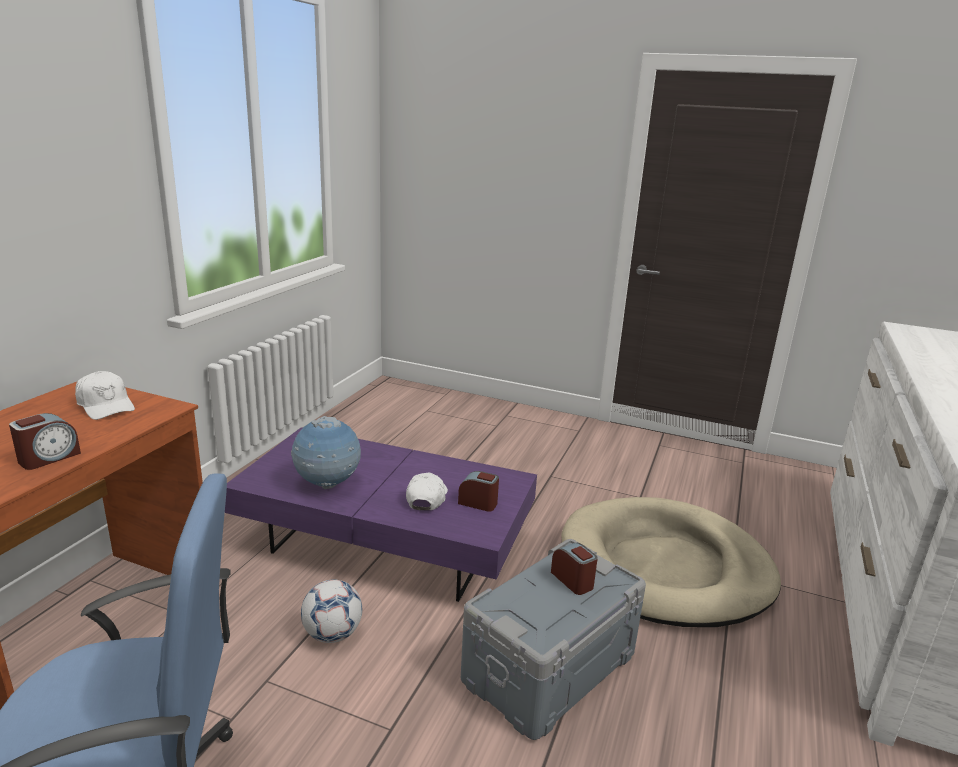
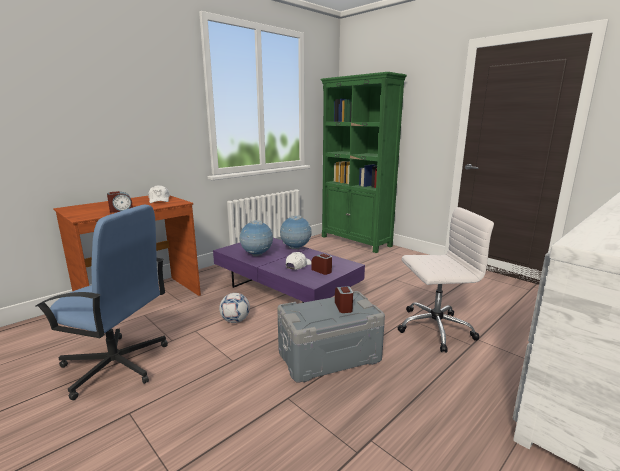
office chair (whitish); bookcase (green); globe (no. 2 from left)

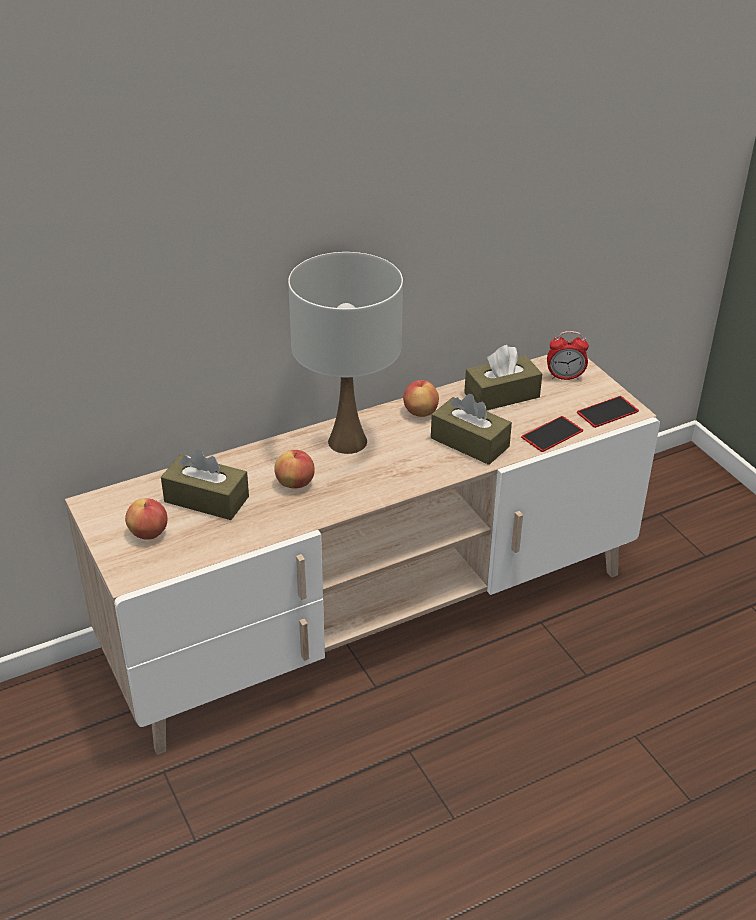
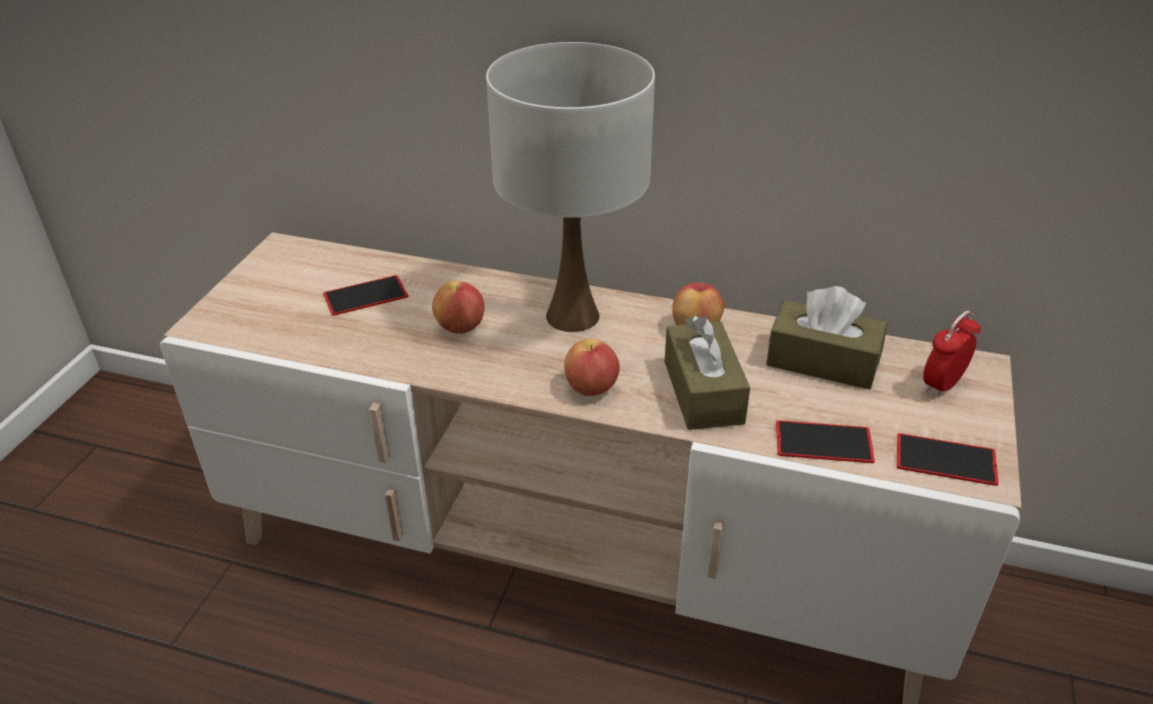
alarm clock; handset (no. 1 from left); apple (no. 2 from left)

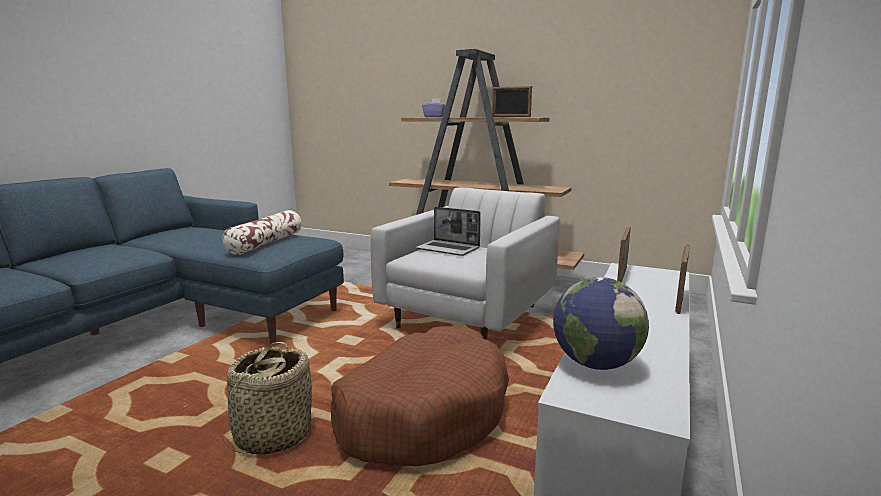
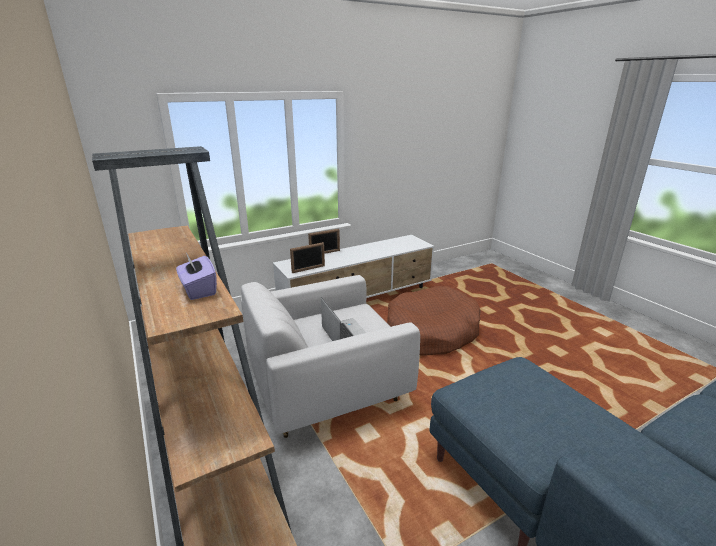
picture frame (no. 1 from left in the first image); pillow; globe; basket

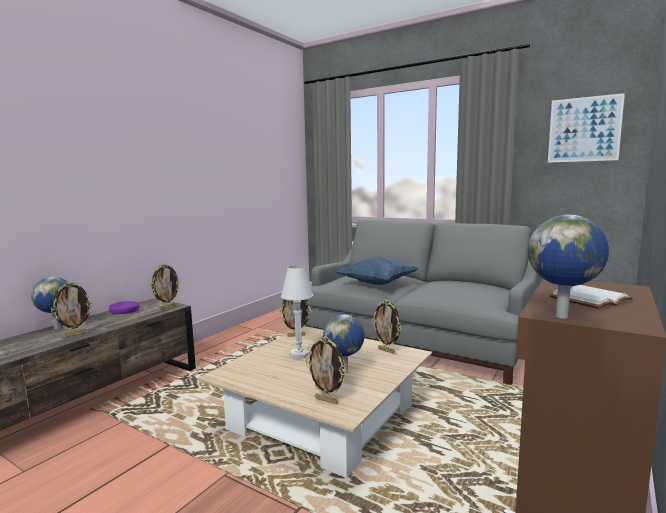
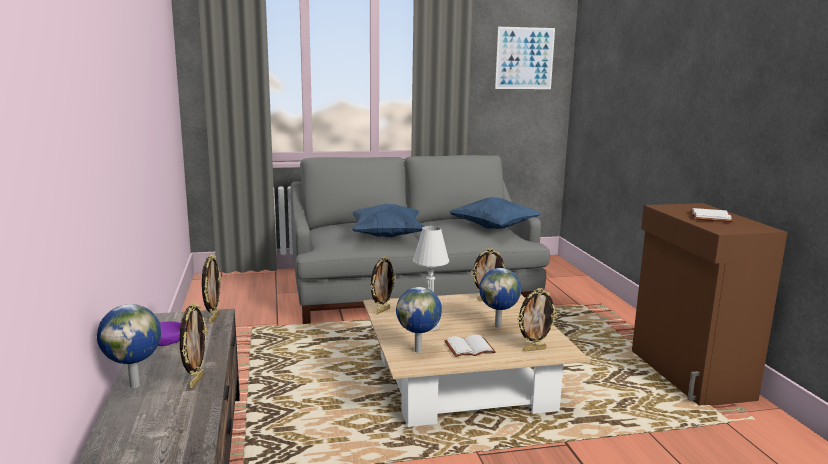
globe (no. 2 from left); pillow (blue) (no. 2 from left); bound book (whitish) (no. 1 from left)

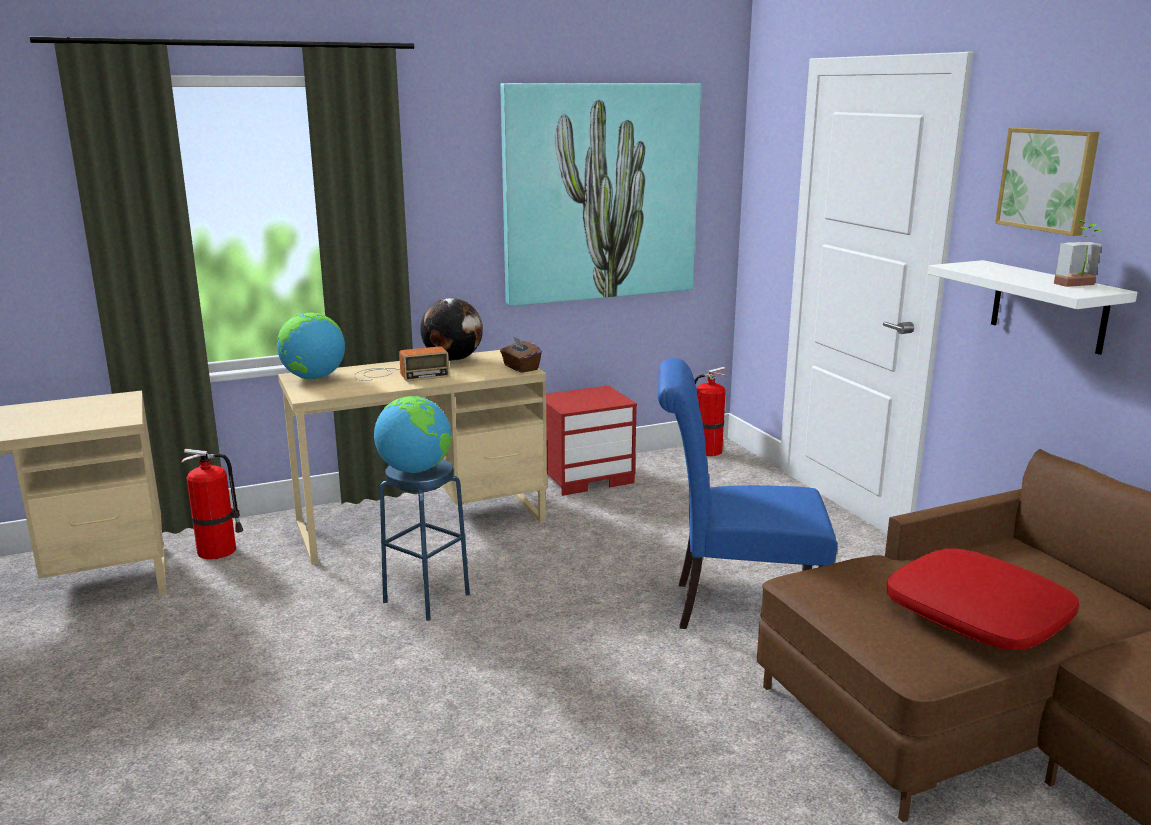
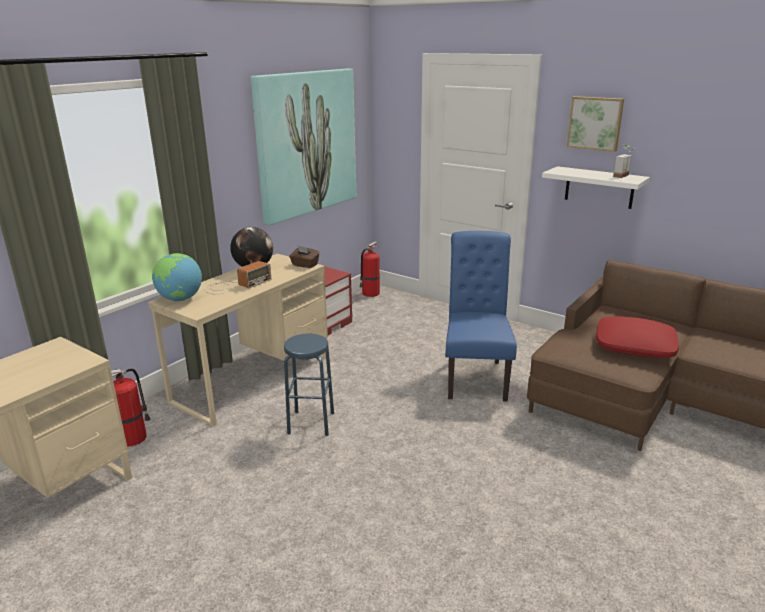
upright chair (blue); globe (no. 2 from left in the first image)

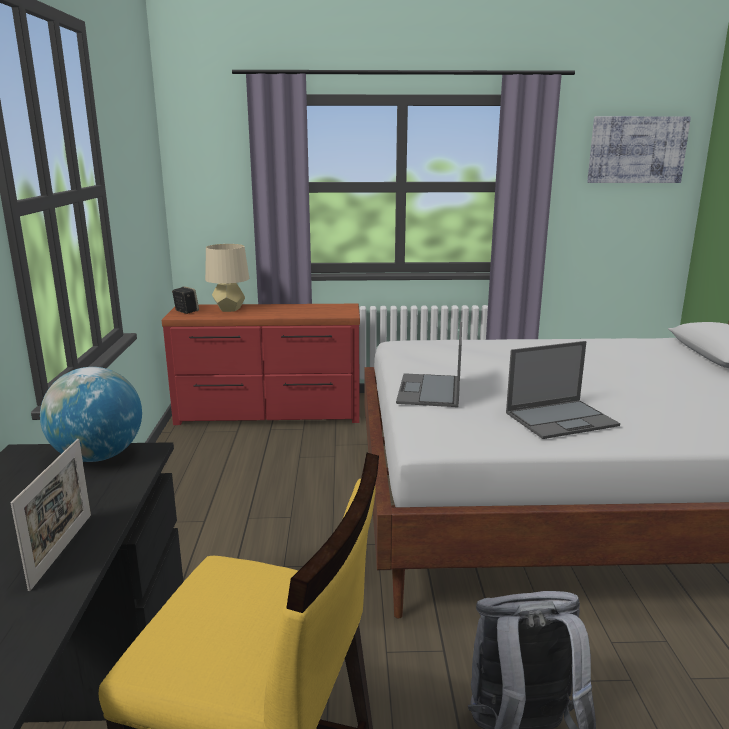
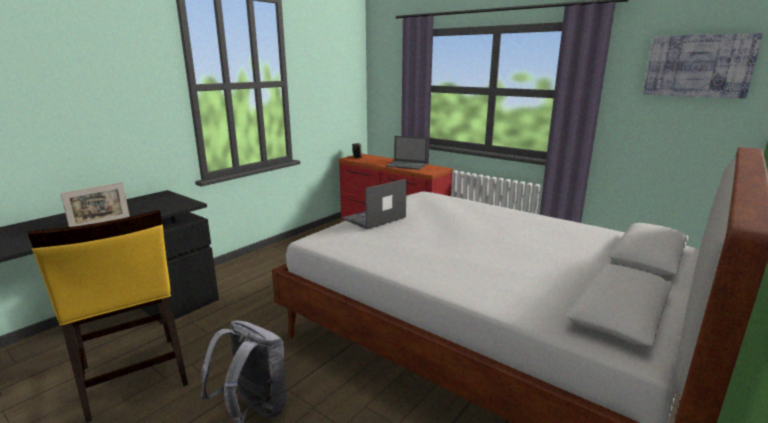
lamp for a table (beige); notebook computer (no. 2 from left); globe

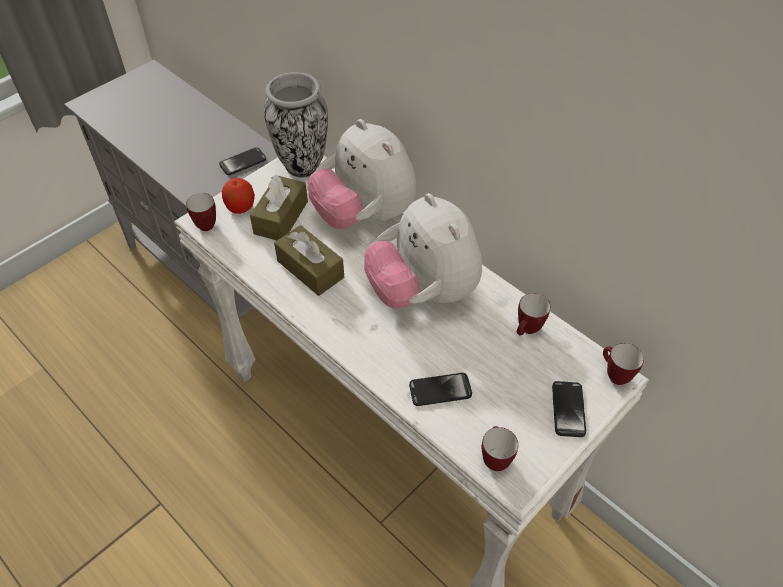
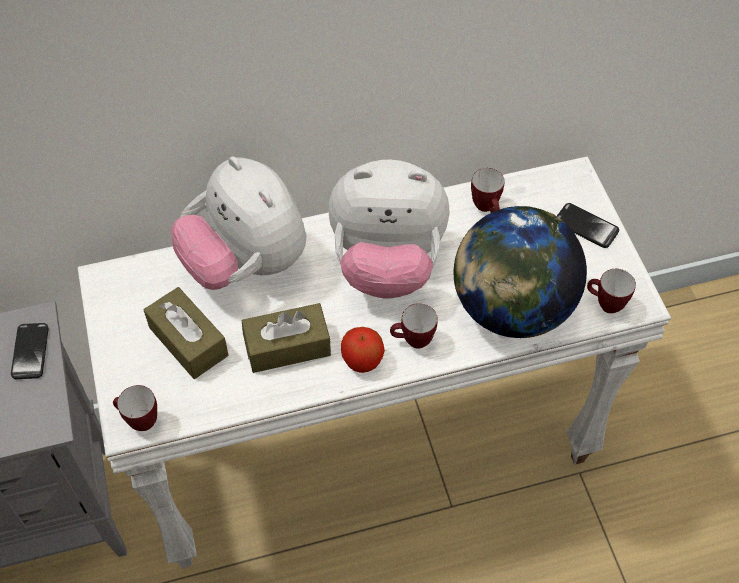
flower vase; cuddly toy (no. 1 from left); apple; coffee mug (no. 2 from left); globe

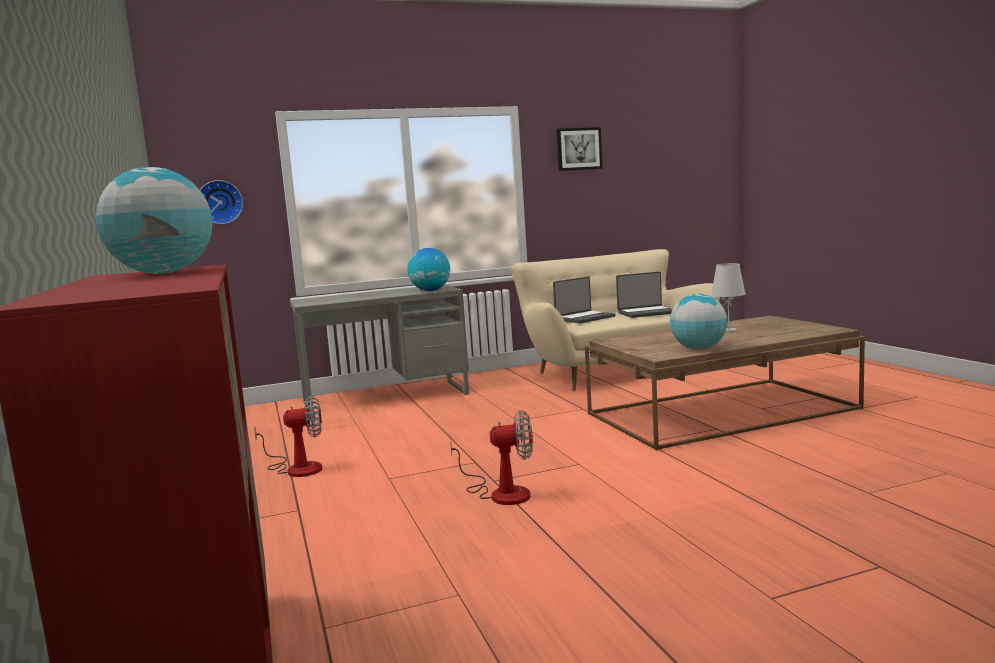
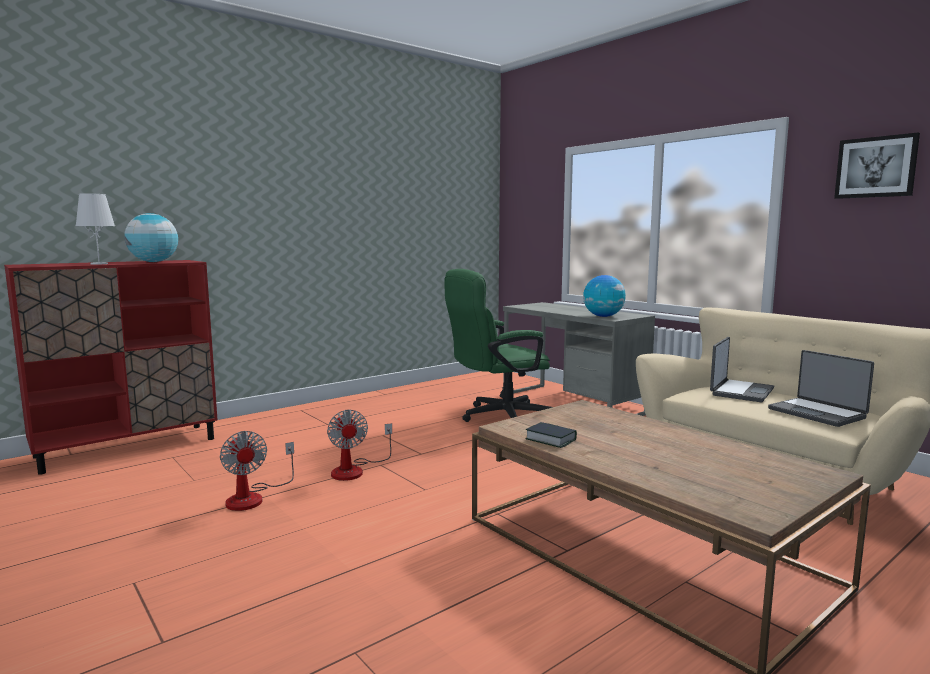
hanging clock; lamp for a table (whitish); notebook computer (no. 1 from left); bound book; cooling fan (no. 1 from left); office chair (green)

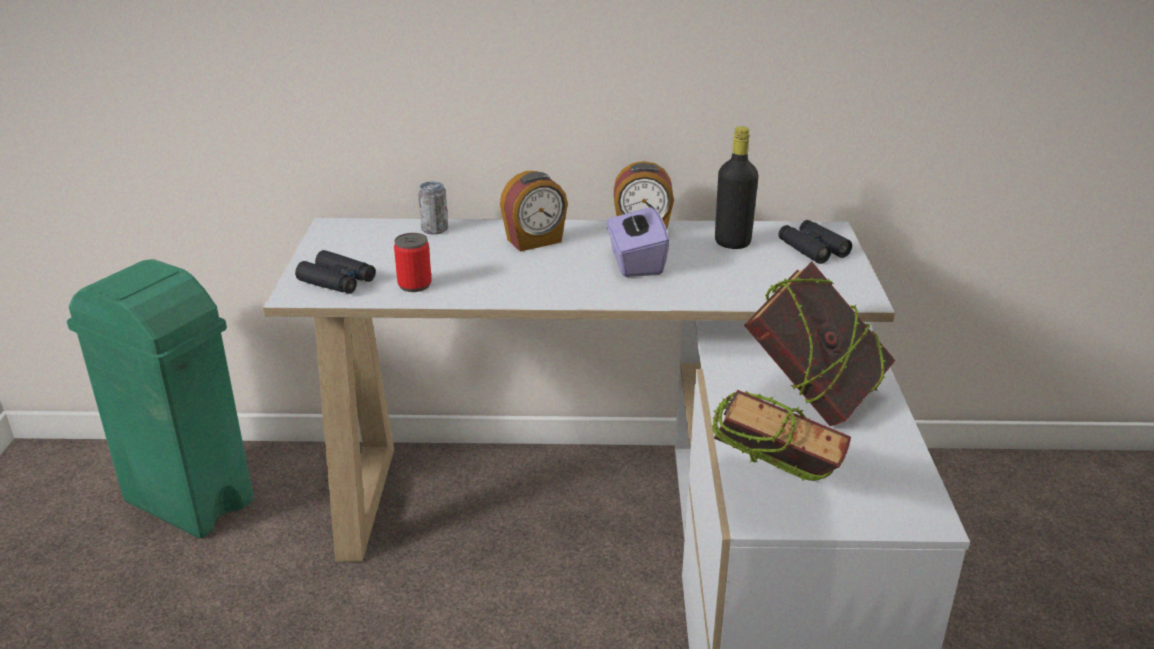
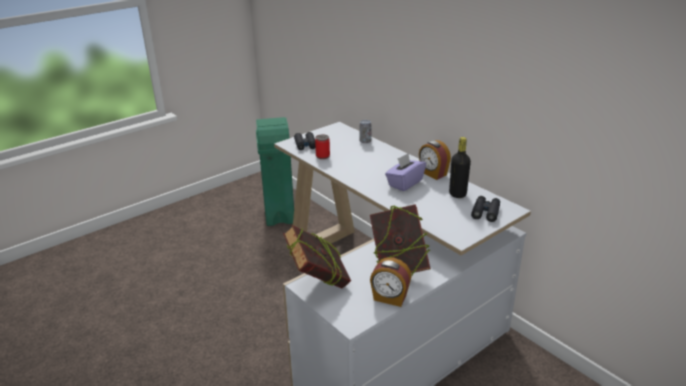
alarm clock (no. 1 from left)

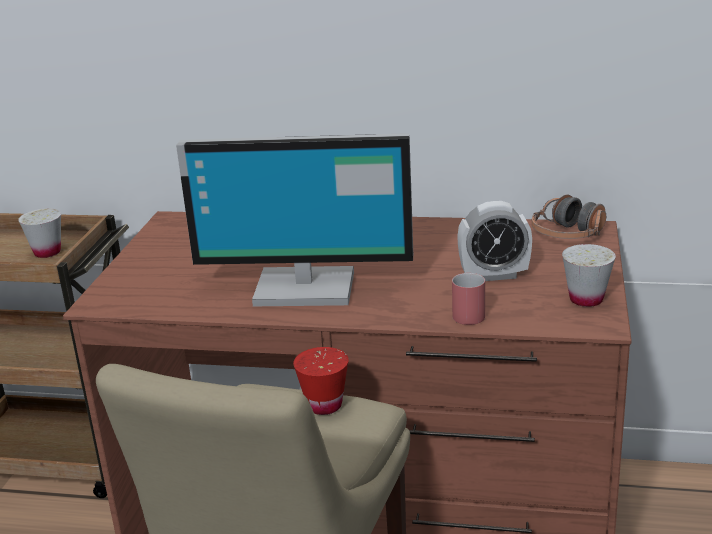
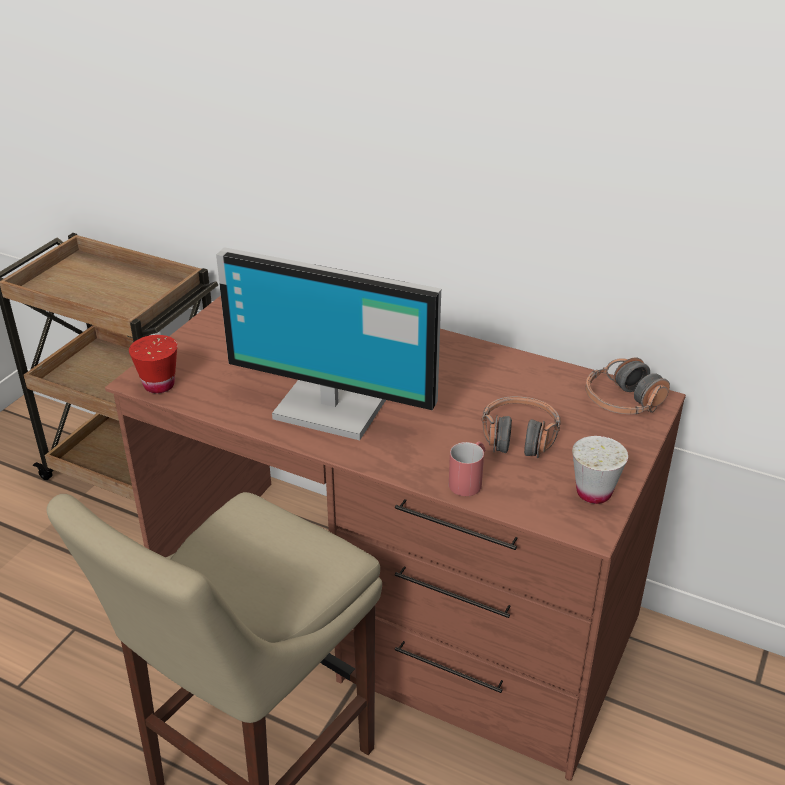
headset (no. 1 from left); small cup (whitish) (no. 1 from left in the first image); small cup (red-coloured)

